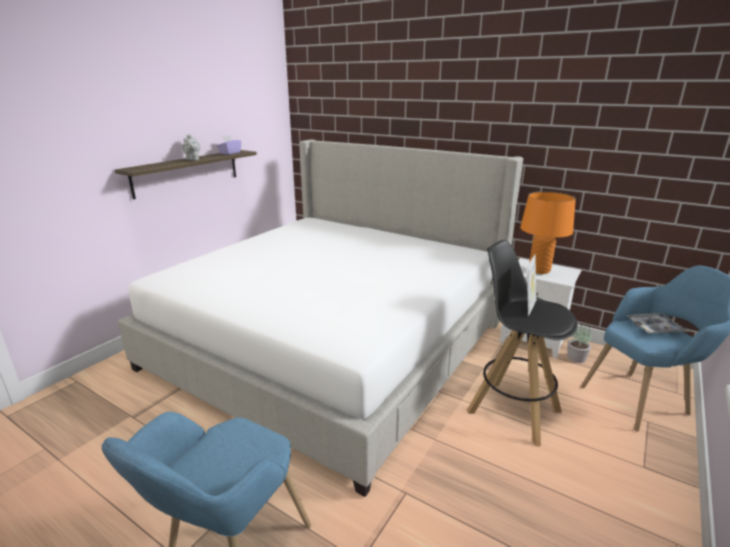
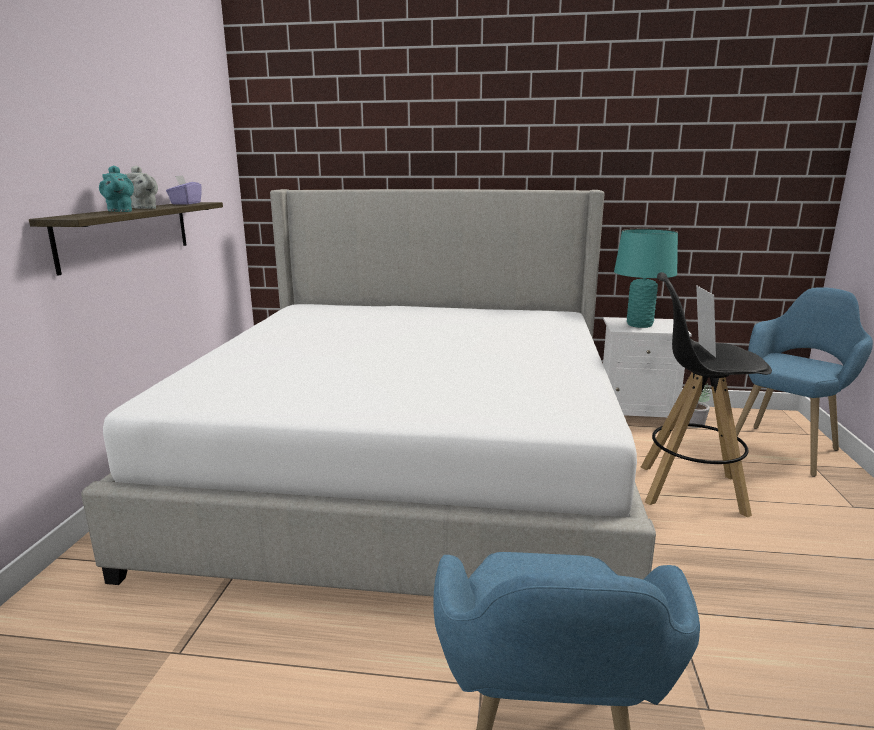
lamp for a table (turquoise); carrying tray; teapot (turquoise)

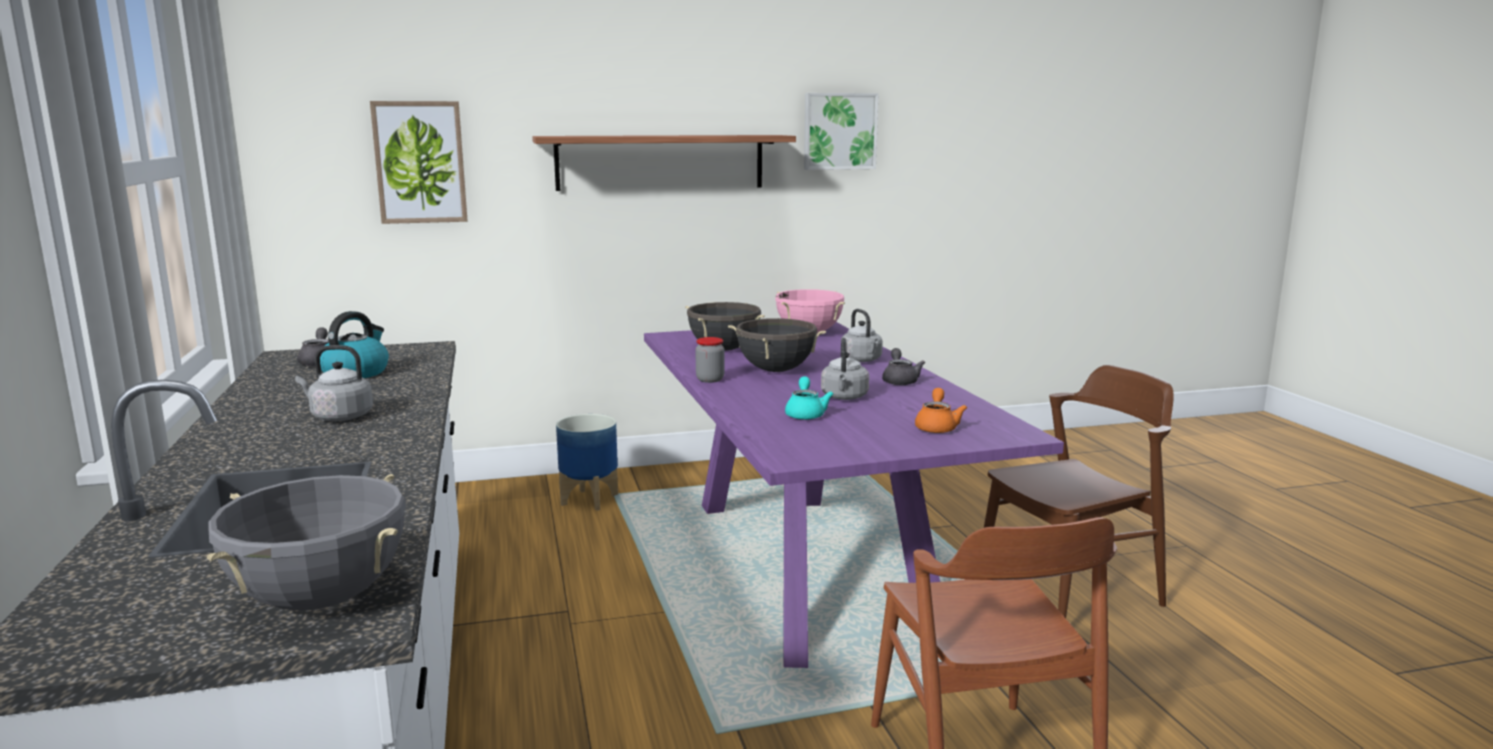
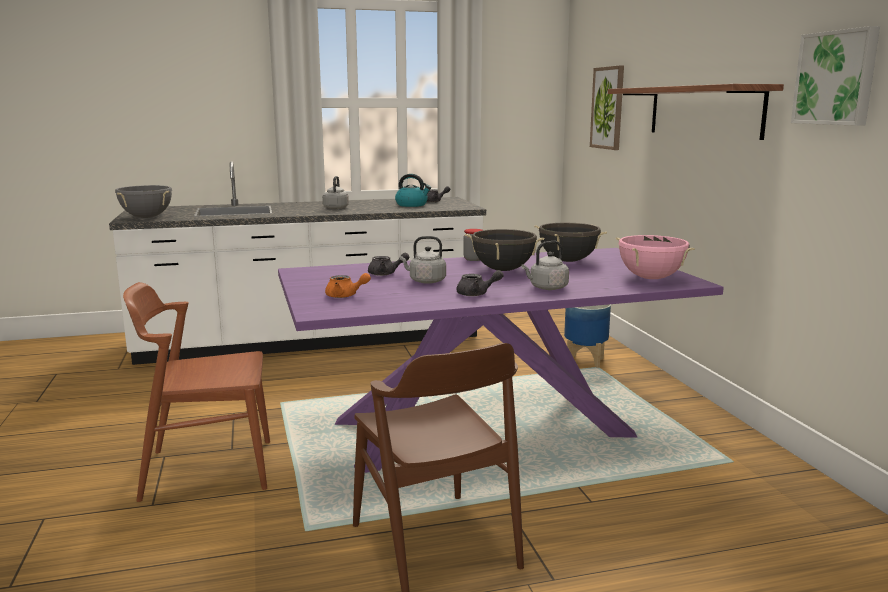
teapot (grey) (no. 1 from left)

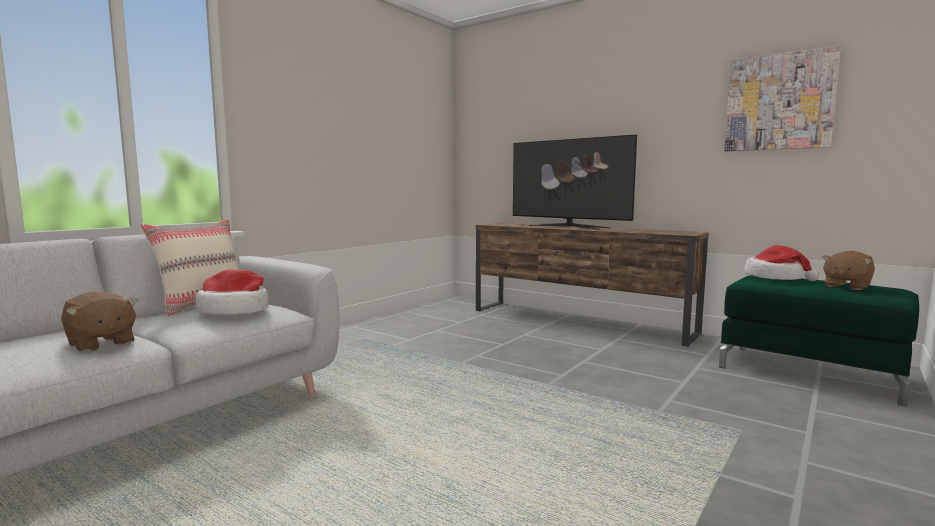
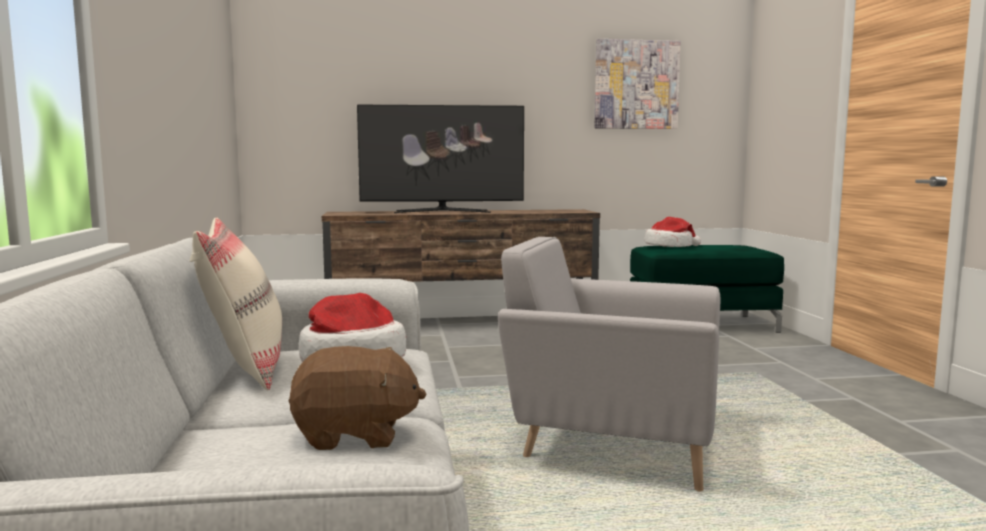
cuddly toy (brown) (no. 2 from left in the first image); armchair (grey)

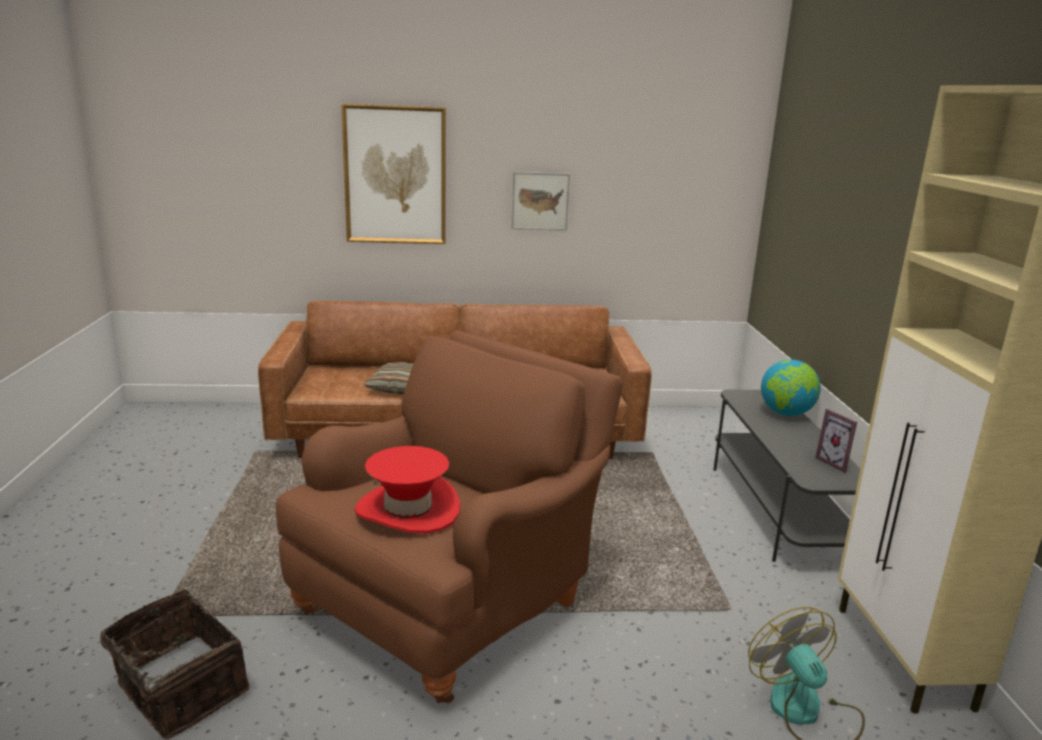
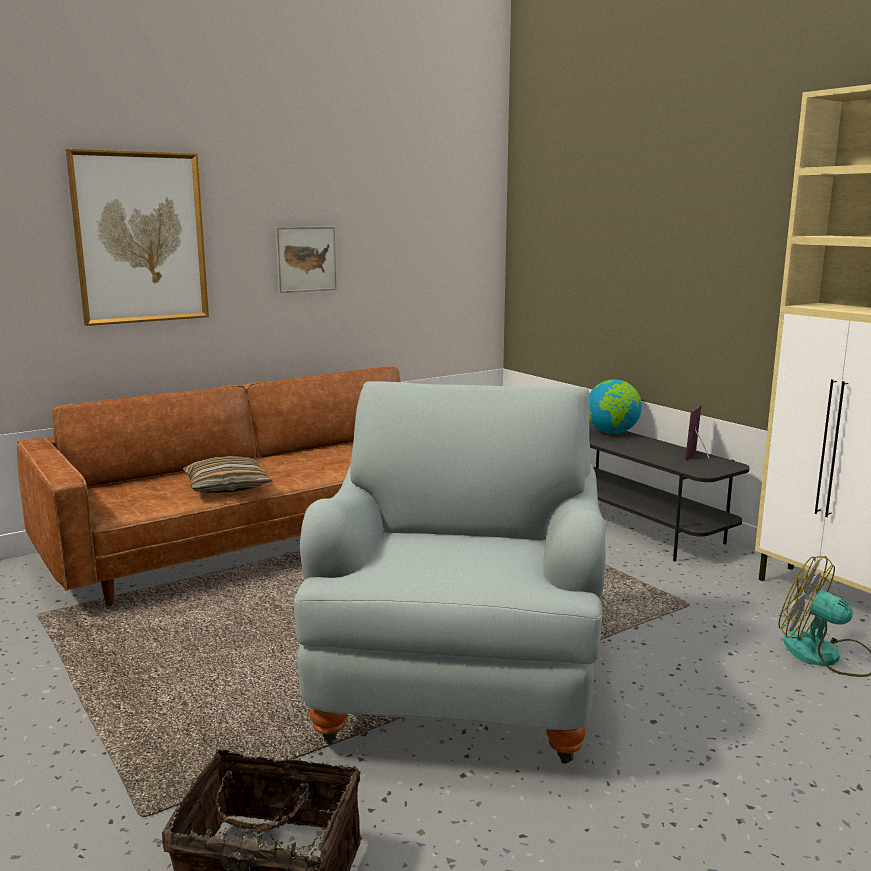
armchair (grey); picture frame; hat (red-coloured)

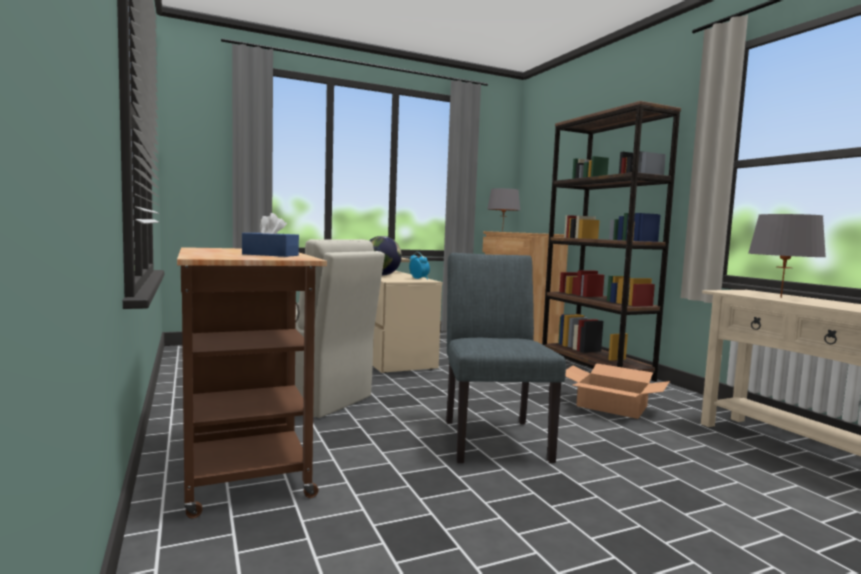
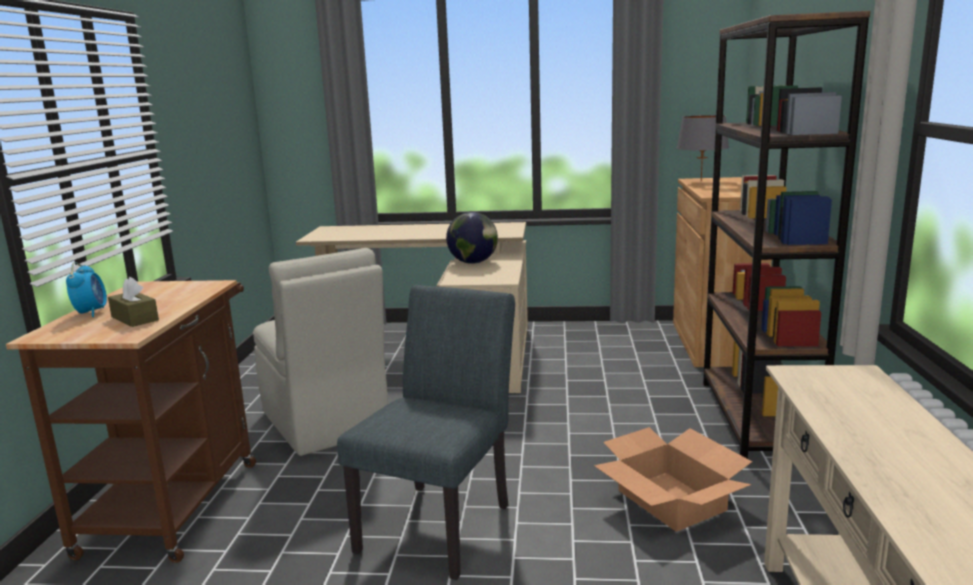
tissue holder (brown); lamp for a table (grey) (no. 2 from left in the first image); alarm clock

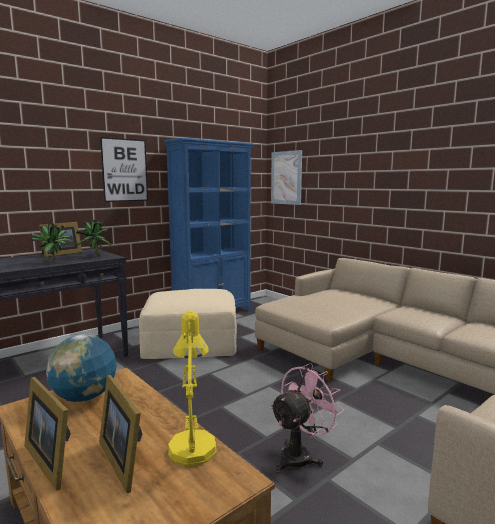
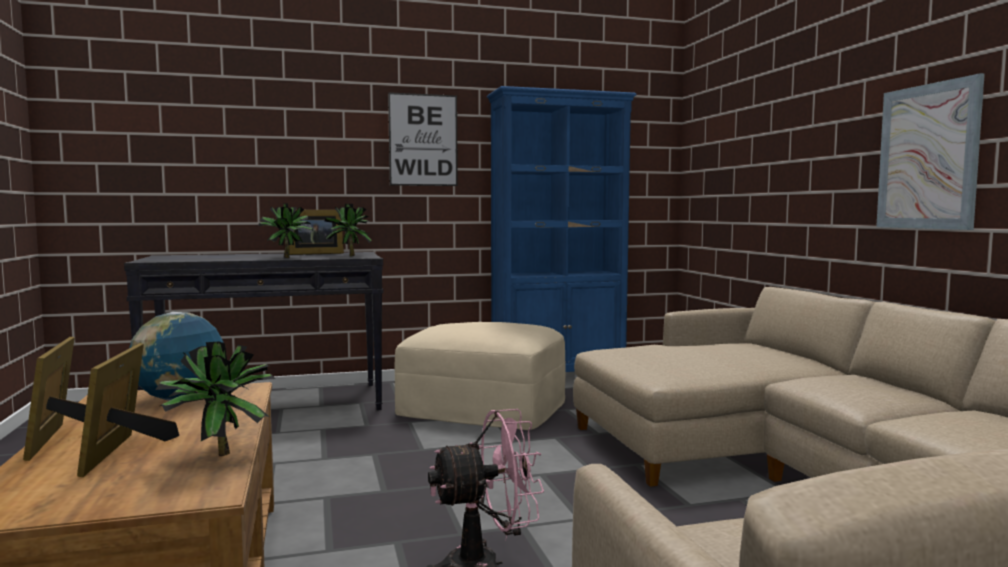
wall picture (no. 2 from left); plant in a pot (no. 1 from left)

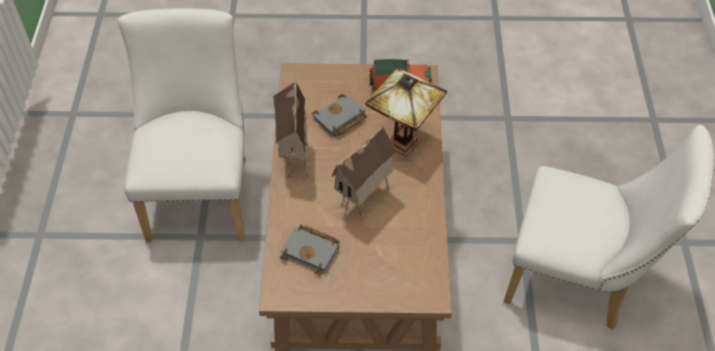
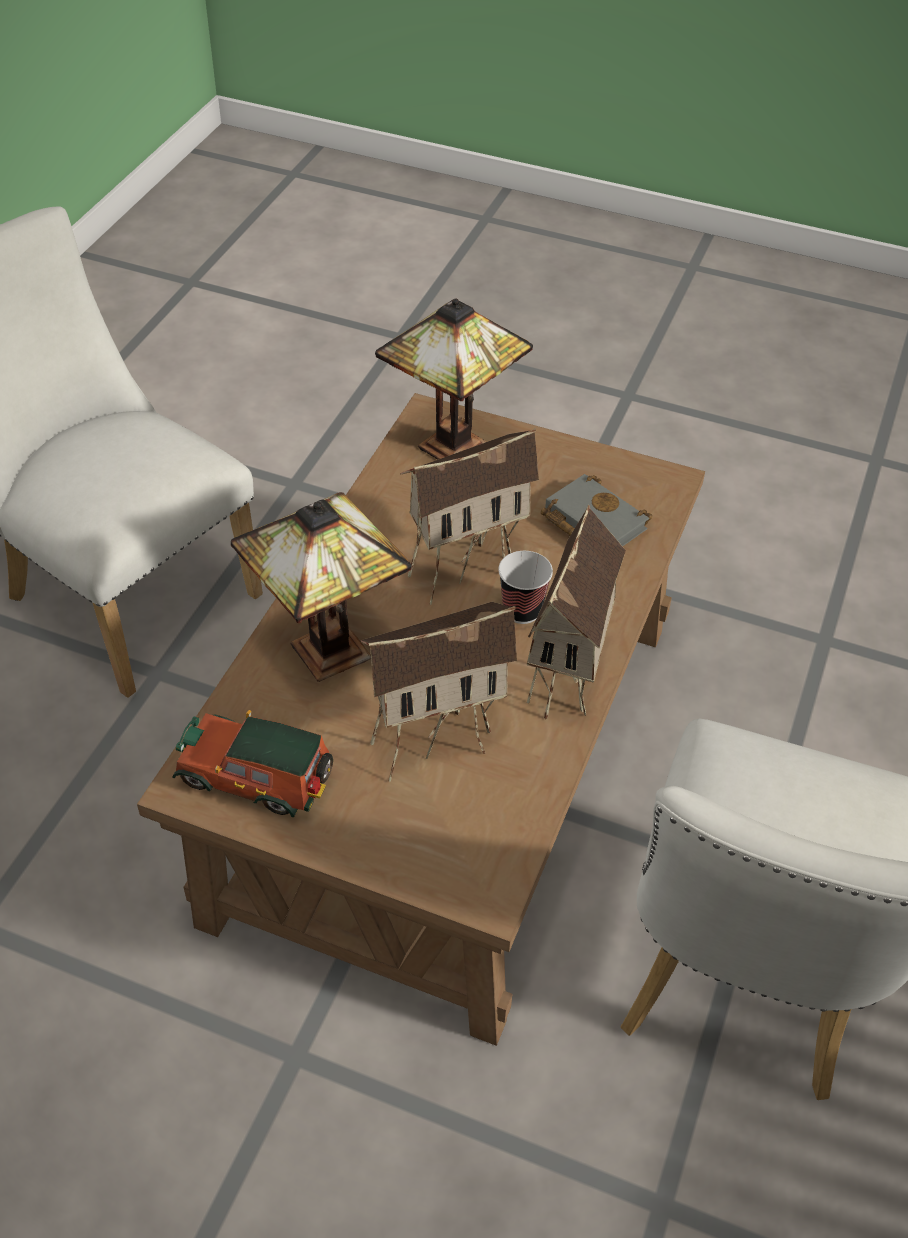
miniature house (no. 1 from left); lamp for a table (no. 2 from left); small cup

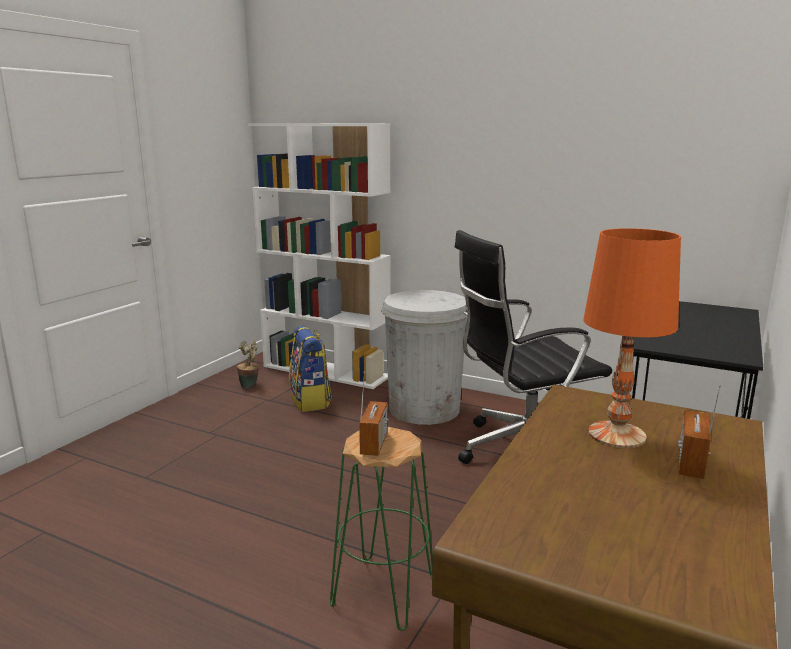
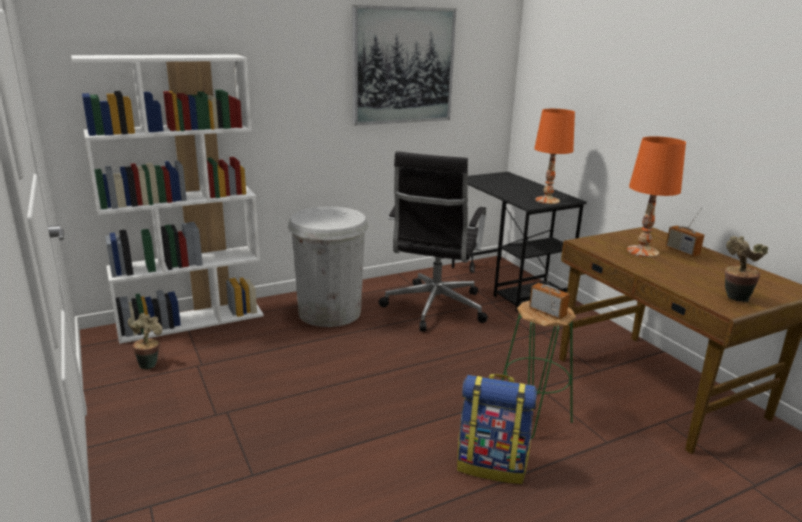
rucksack; wall picture; lamp for a table (orange-coloured) (no. 1 from left); plant in a pot (no. 2 from left)

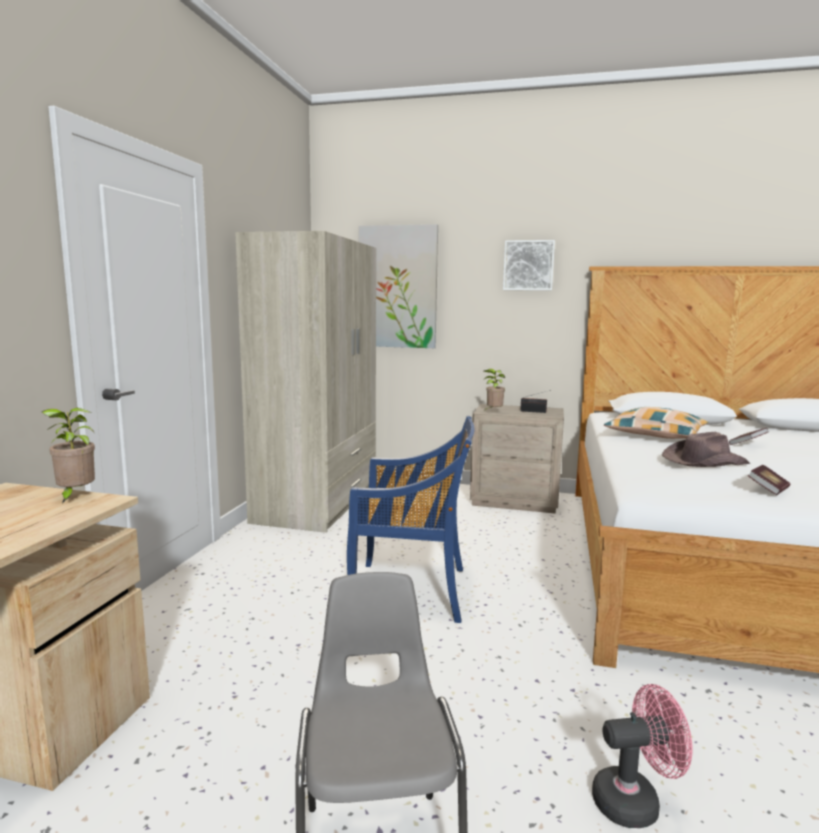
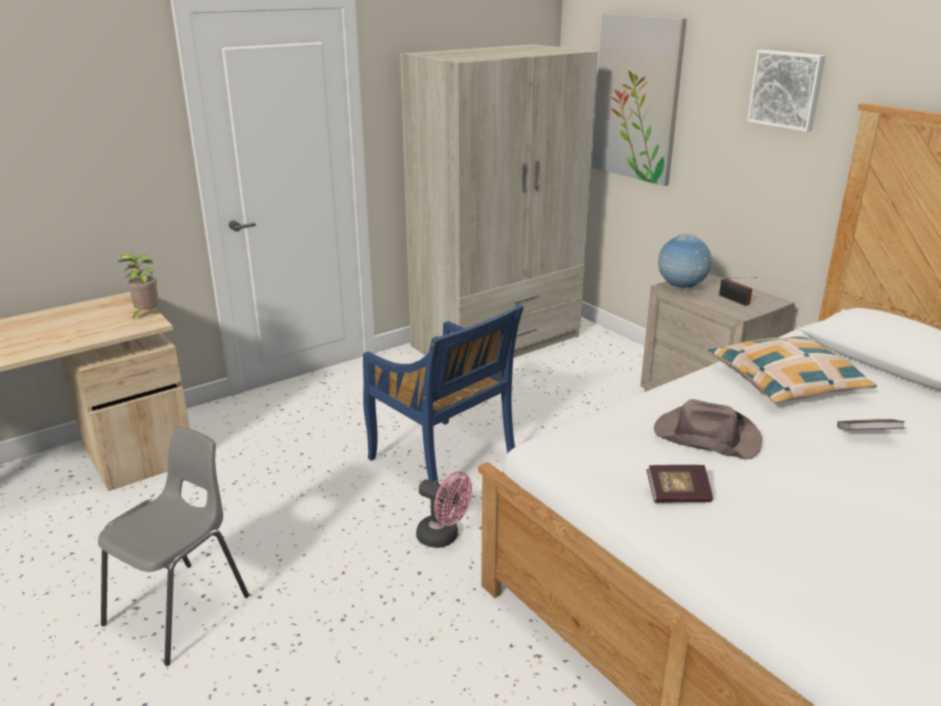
globe; cooling fan (pink-coloured)

